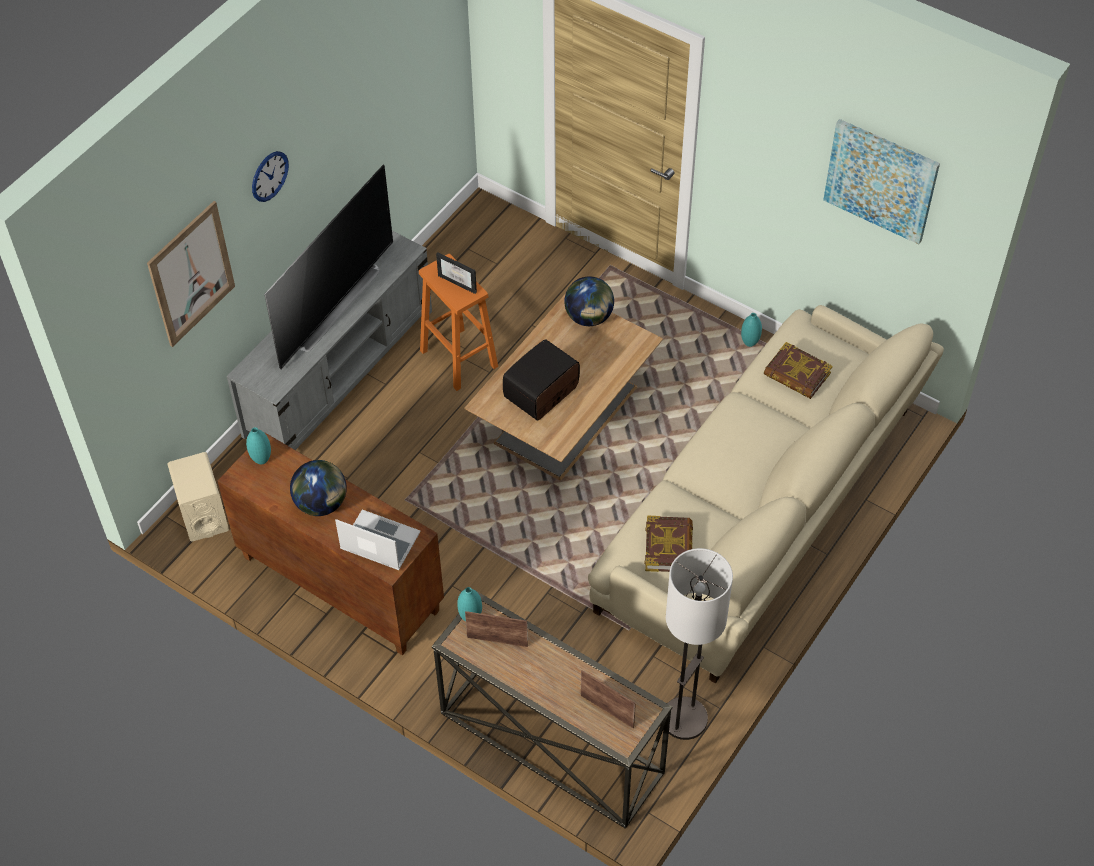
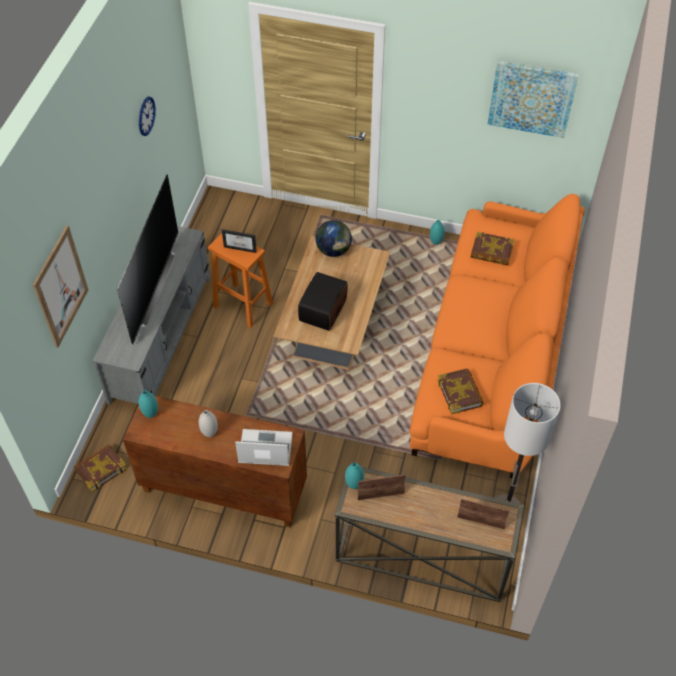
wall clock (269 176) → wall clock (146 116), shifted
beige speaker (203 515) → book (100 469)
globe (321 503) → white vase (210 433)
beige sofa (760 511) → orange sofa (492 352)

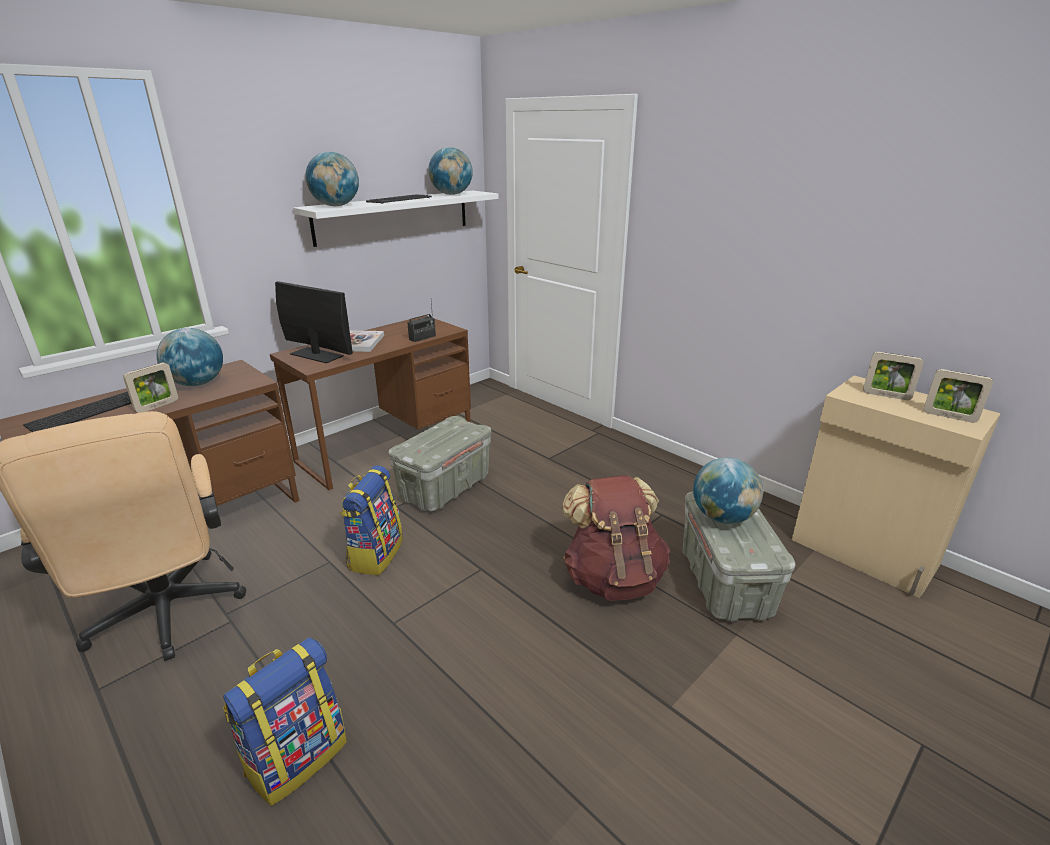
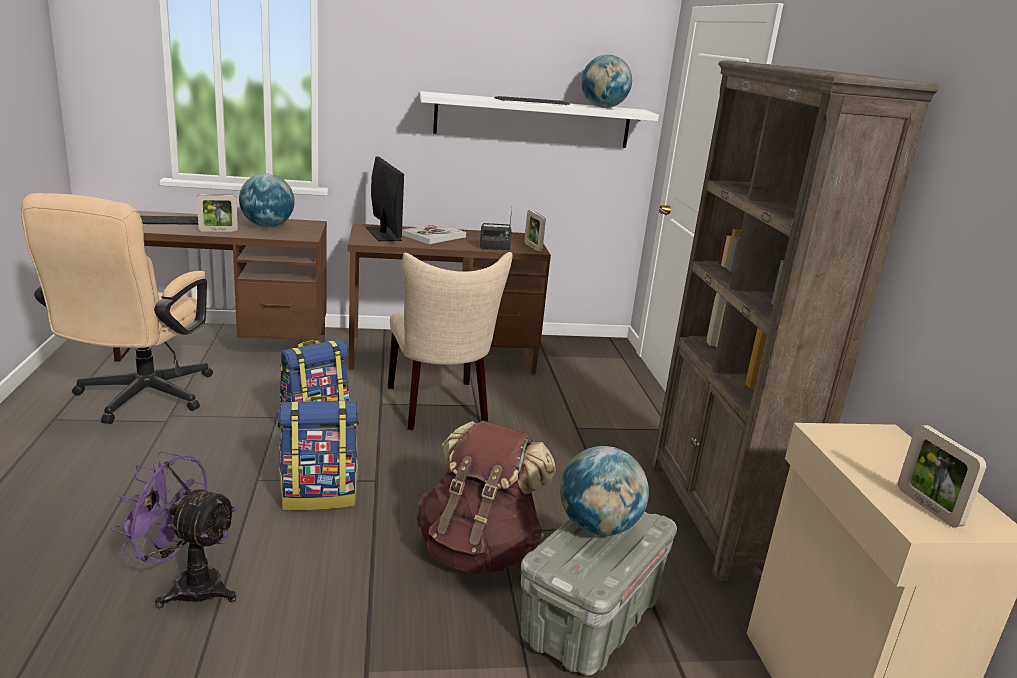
globe (336 206) → -
- → purple fan (187 585)
- → brown bookcase (715 517)
backpack (297 756) → backpack (319 496), shifted
picture frame (886 396) → picture frame (533 247), shifted
grey storage box (444 488) → beige chair (440 408)

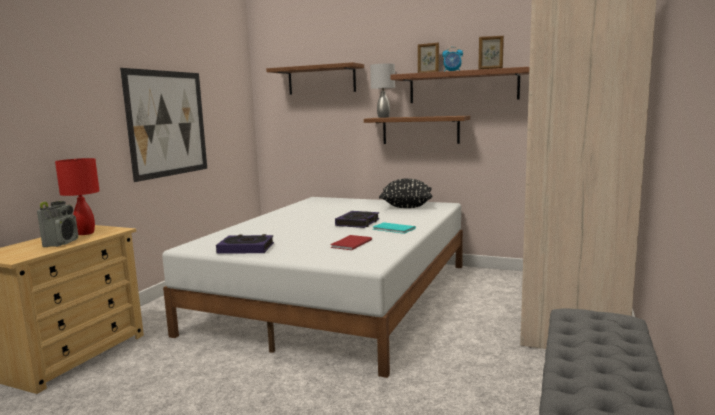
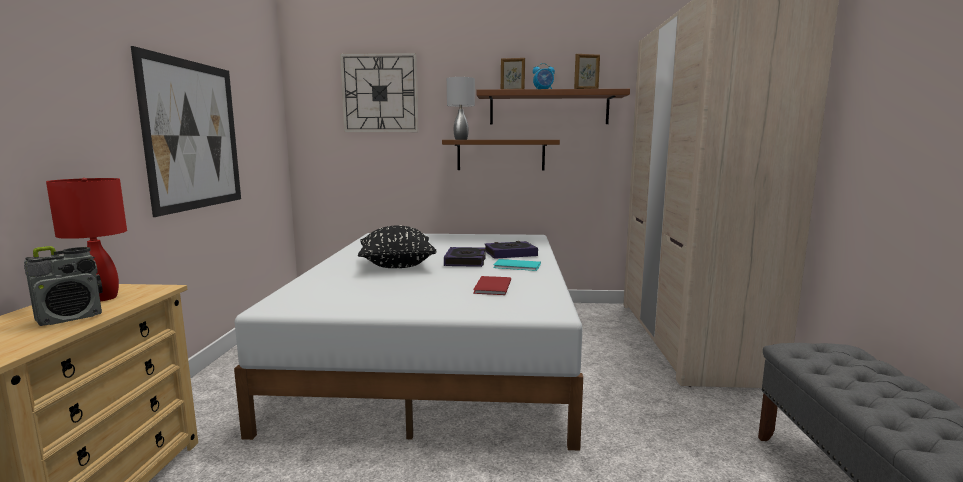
book (246 248) → book (510 254), shifted
black pillow (406 206) → black pillow (397 265), shifted
brown shelf (321 80) → wall clock (380 93)
radio (61 243) → radio (71 318), 60 degrees clockwise

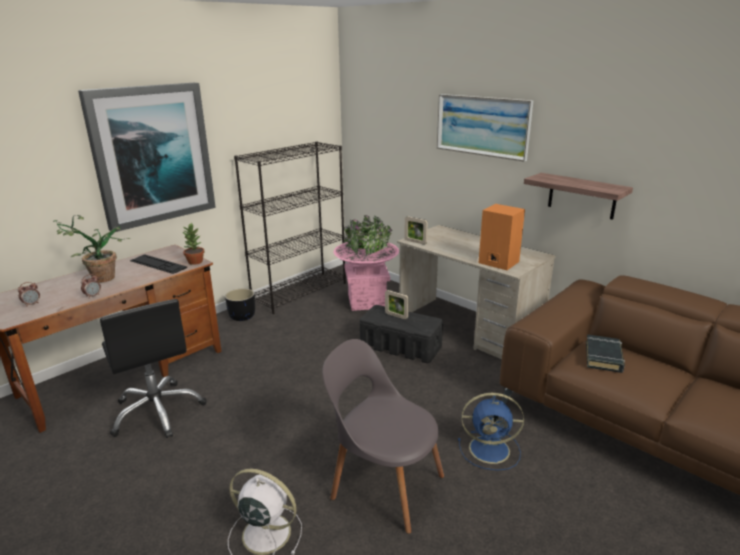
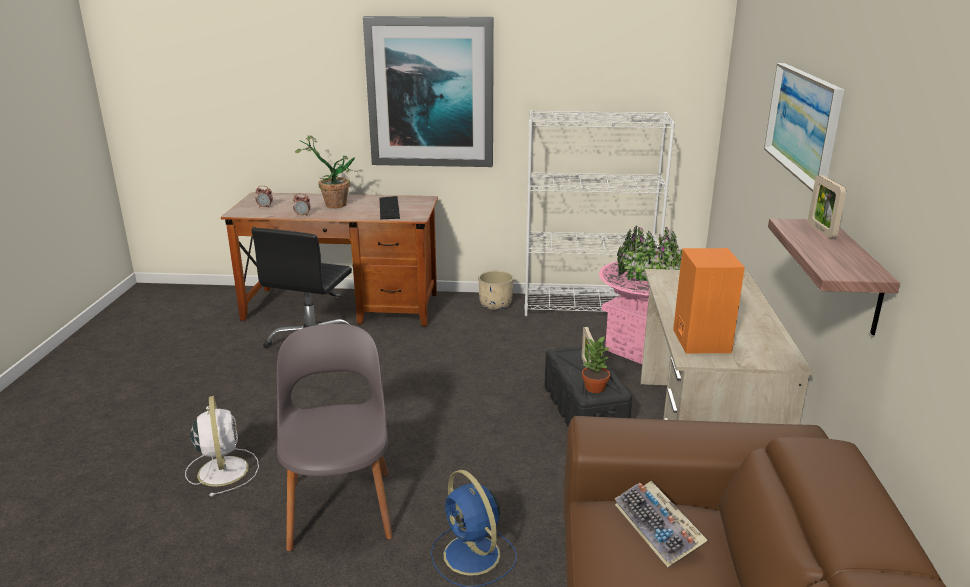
potted plant (195 262) → potted plant (594 388), shifted
picture frame (415 242) → picture frame (821 230), shifted
black book (603 357) → keyboard (659 529)
black planter (242 317) → beige planter (495 305)
black bookcase (300 292) → white bookcase (588 307)

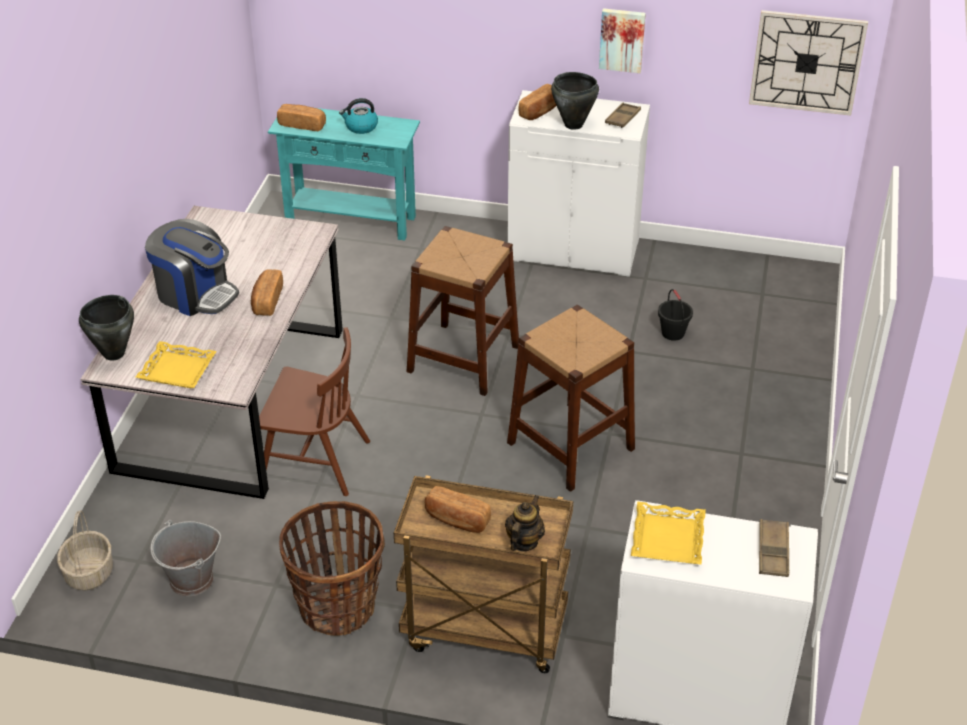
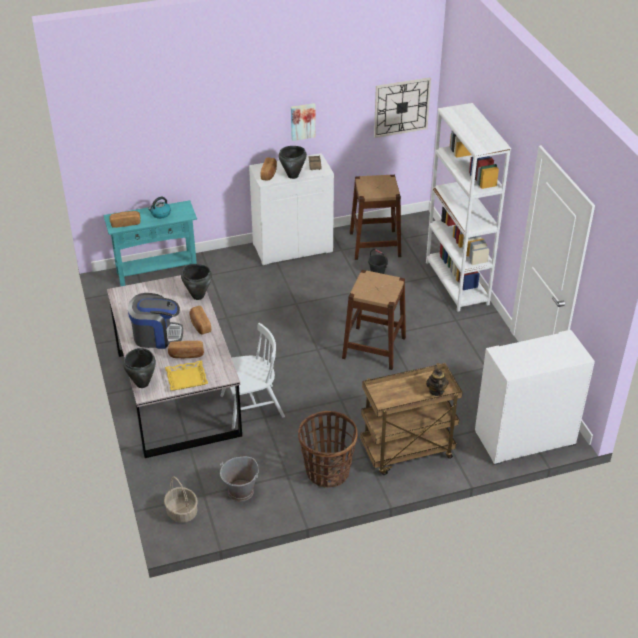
yellow tray (667 539) → -
brown tray (773 551) → -
- → black cooking pot (198 296)
- → white bookcase (457 283)
brown stool (463 358) → brown stool (375 244), shifted
bread (456 520) → bread (186 355), shifted
brown chair (314 461) → white chair (252 406)

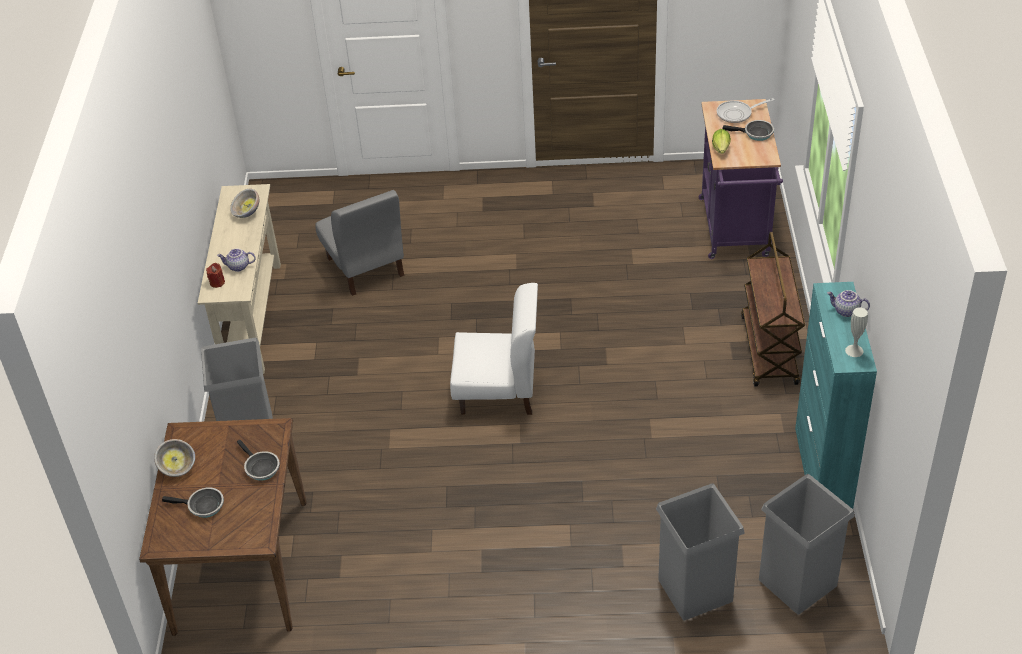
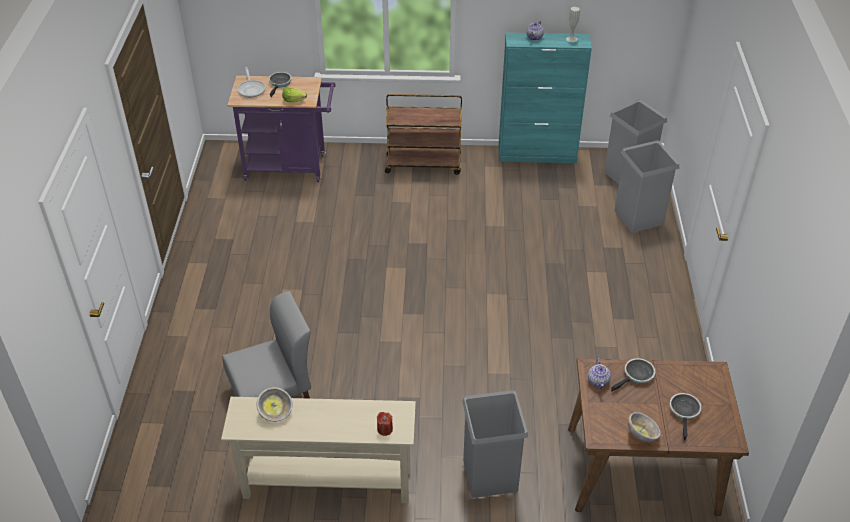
white chair (498 392) → -
teapot (238 267) → teapot (598 381), shifted

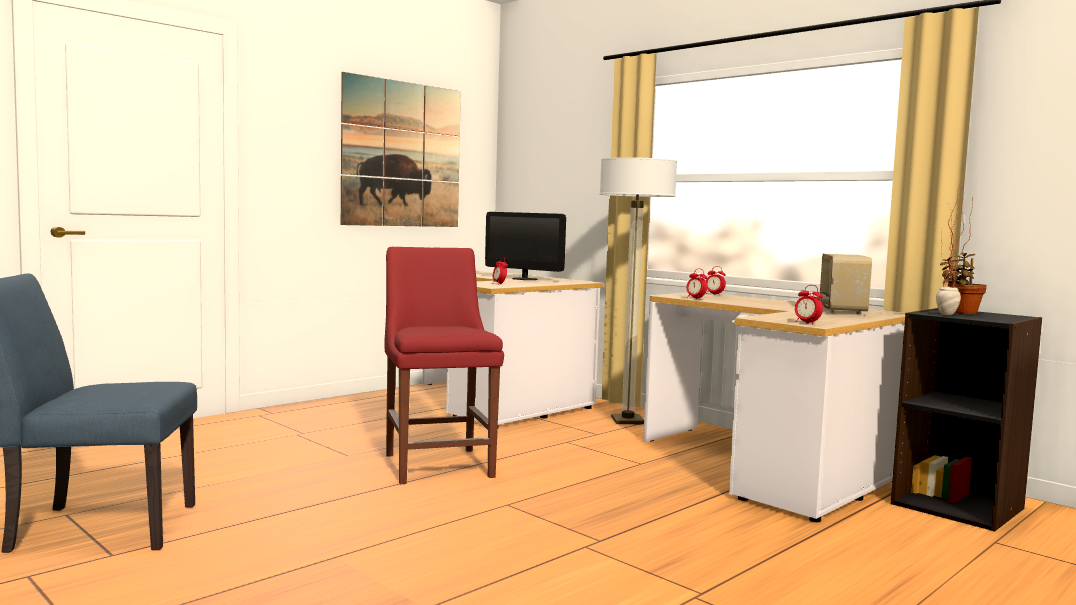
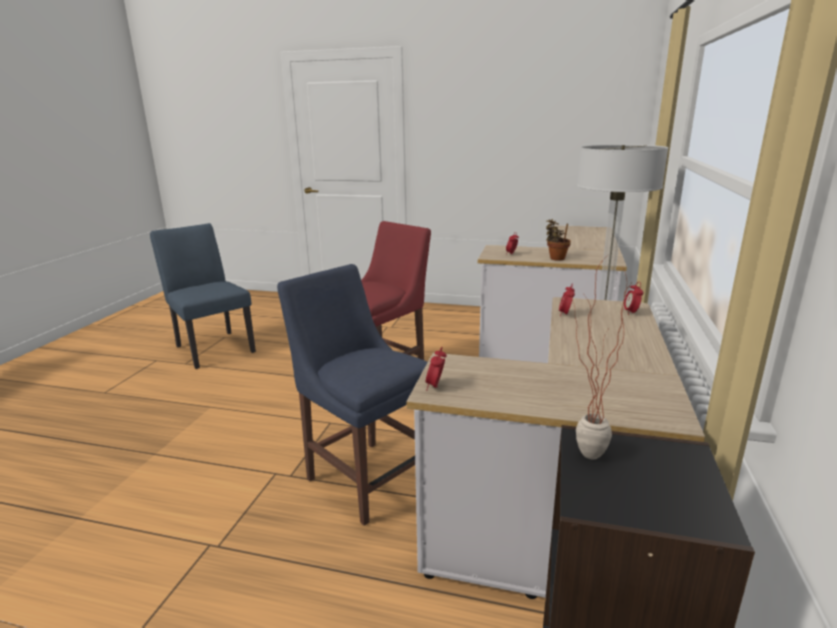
picture (402 154) → -
monitor (524 279) → -
radio (840 310) → -
- → blue chair (365 476)
potted plant (962 312) → potted plant (556 258), shifted

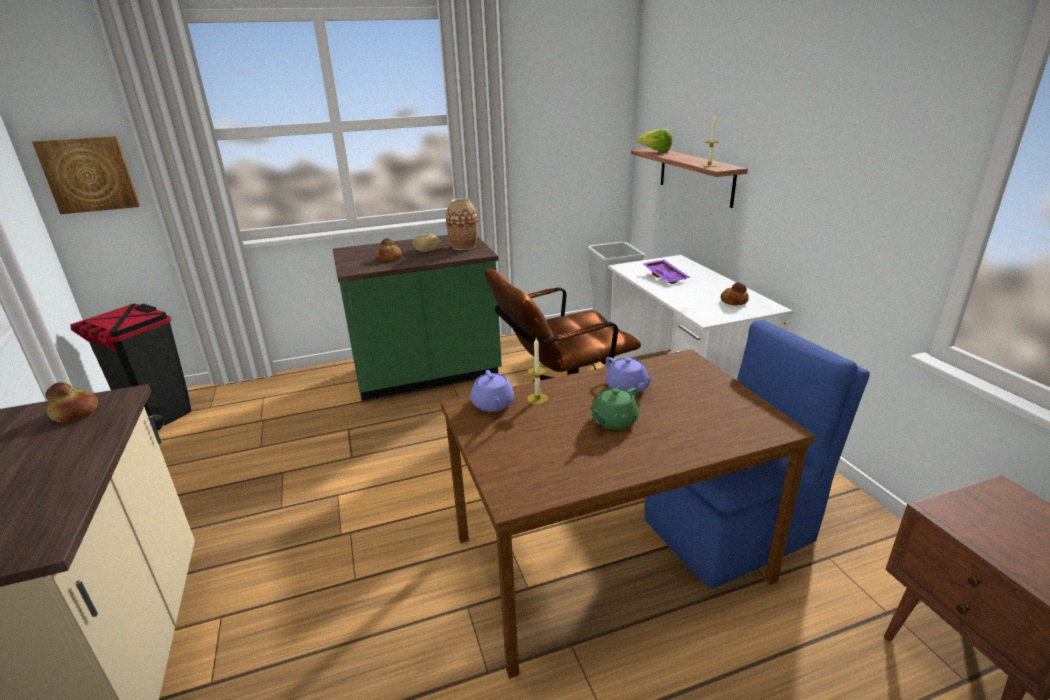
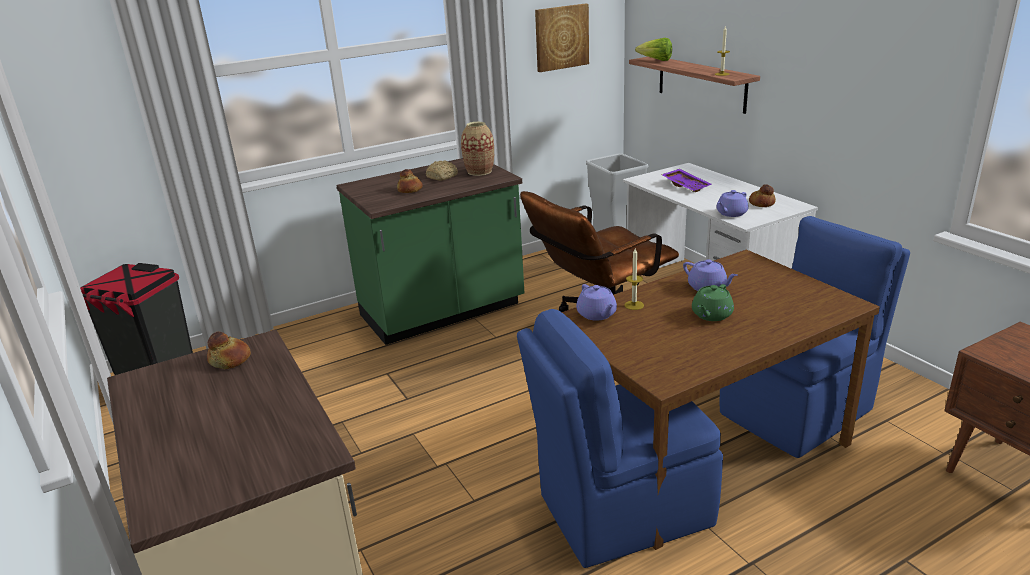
- → blue chair (620 511)
- → purple teapot (731 213)
picture (89 174) → picture (561 37), shifted

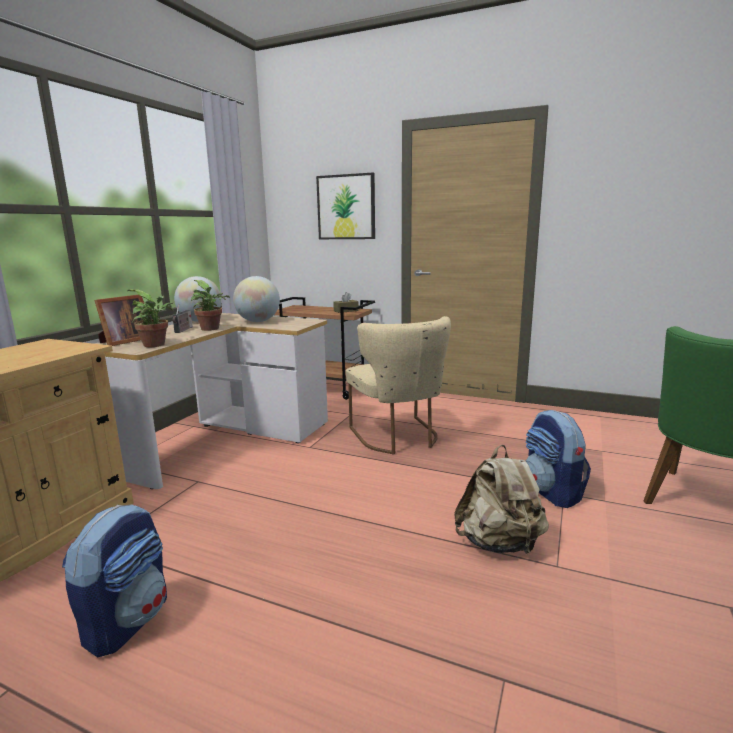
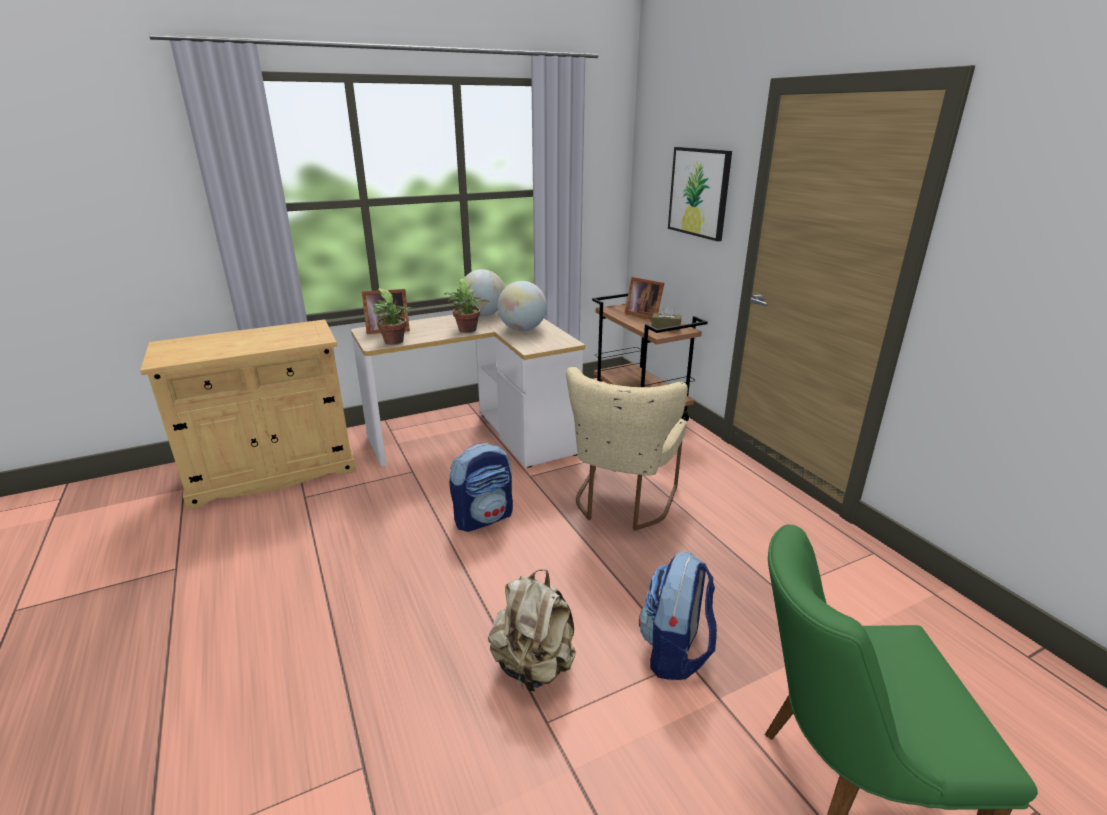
radio (183 330) → -
- → picture frame (643 314)
backpack (127 620) → backpack (484 518), shifted

